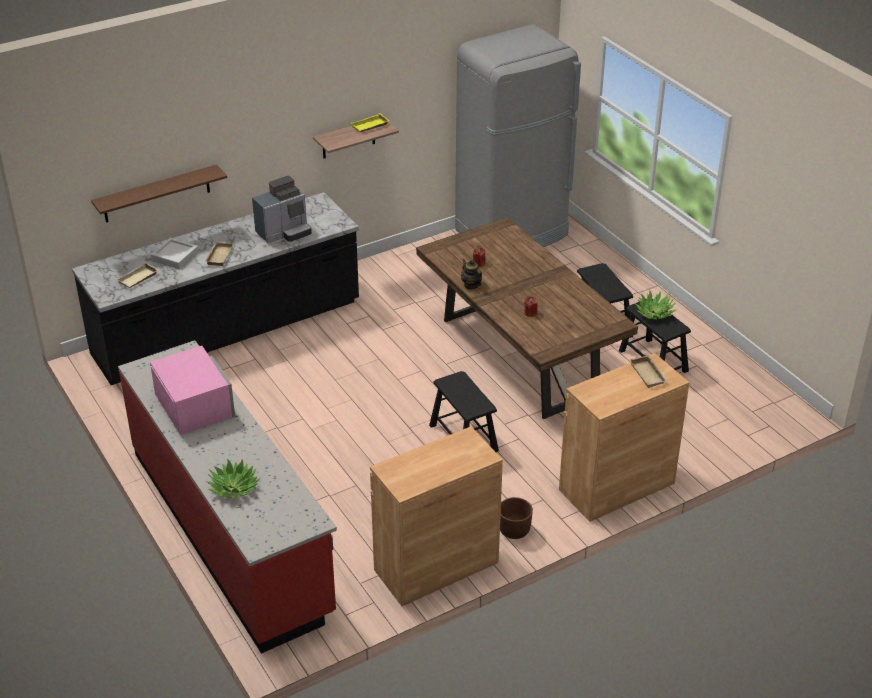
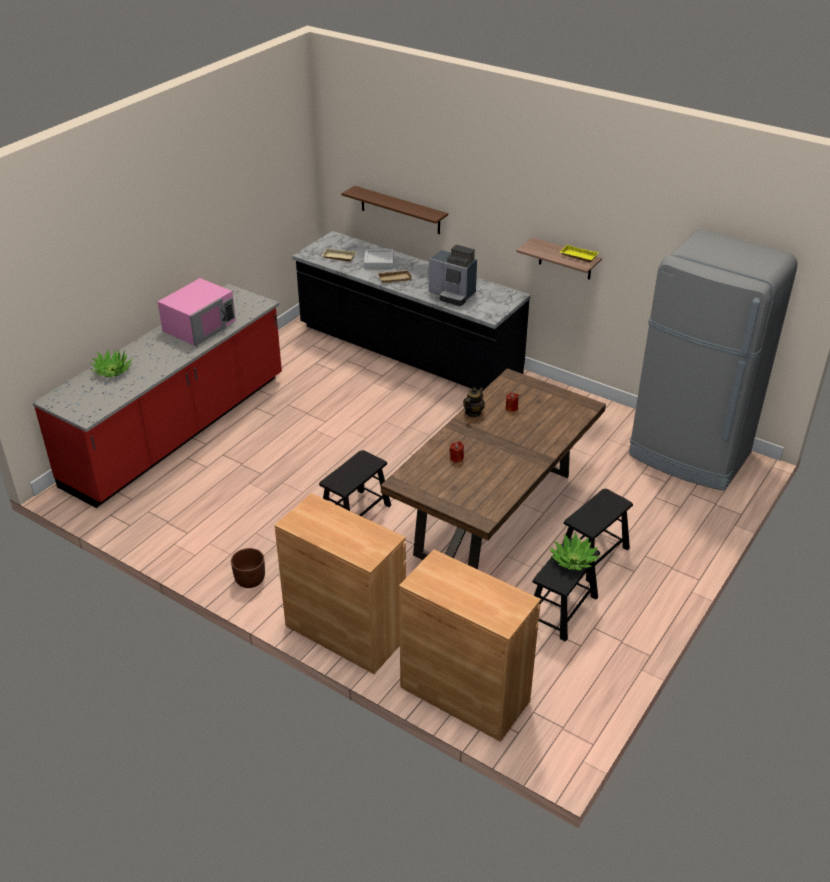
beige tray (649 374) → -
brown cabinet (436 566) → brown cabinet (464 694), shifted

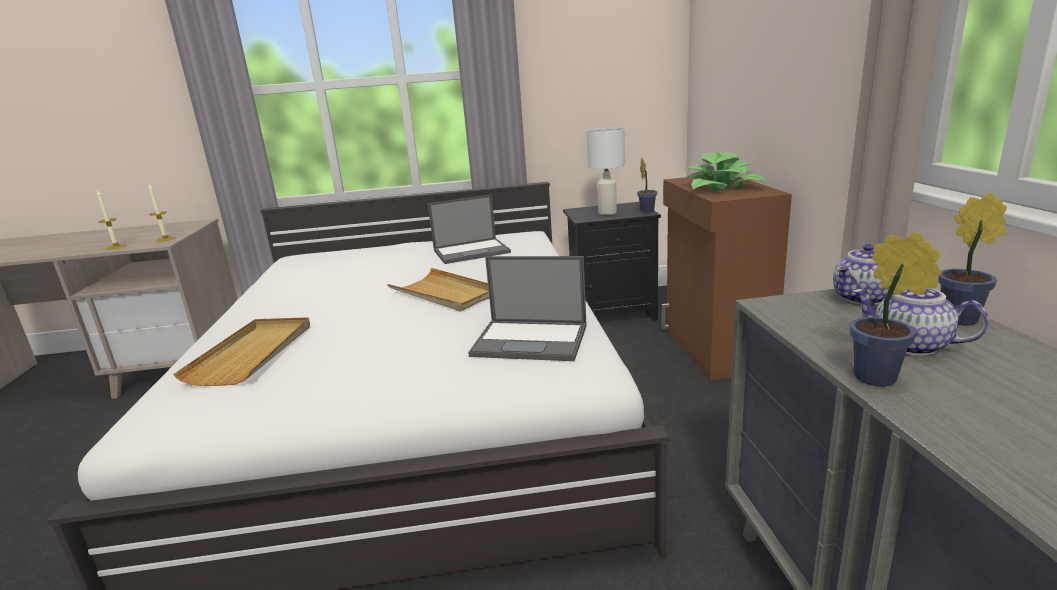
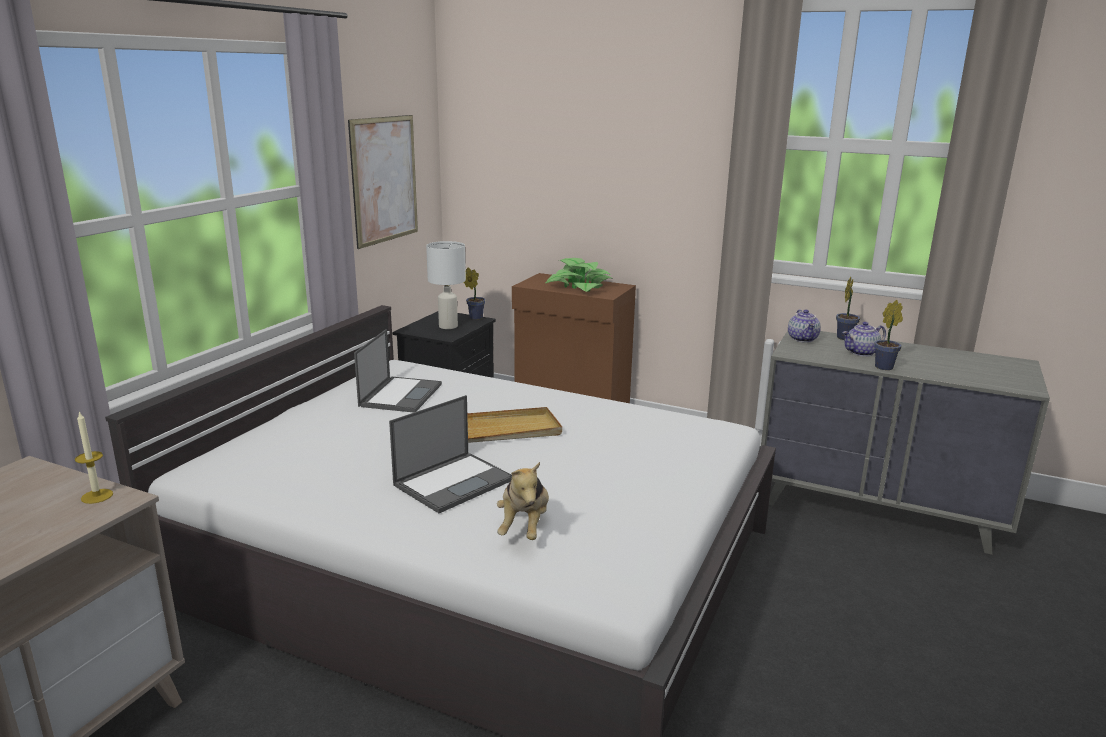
candle (116 247) → -
- → picture (384 180)
laptop (532 340) → laptop (454 482), shifted
beige tray (253 353) → plush toy (524 527)

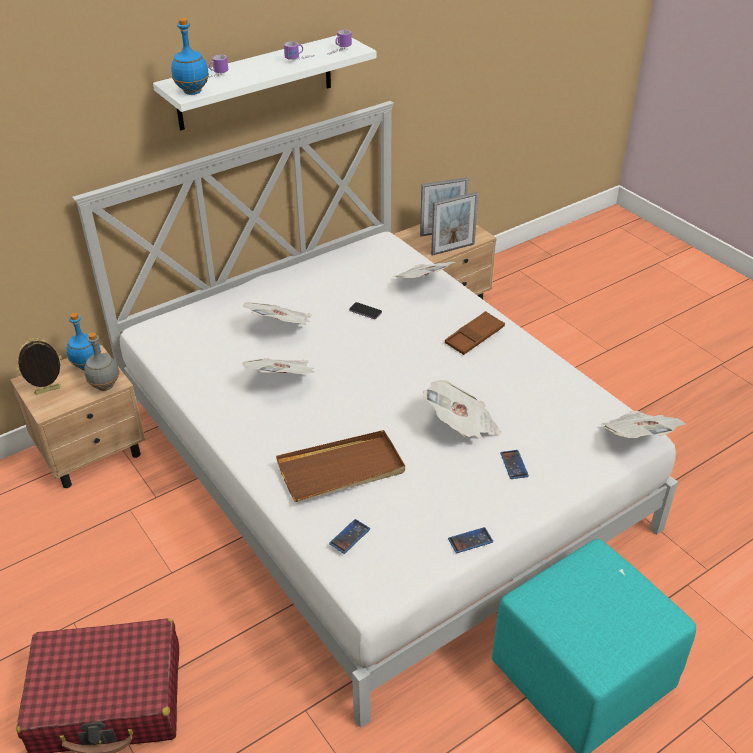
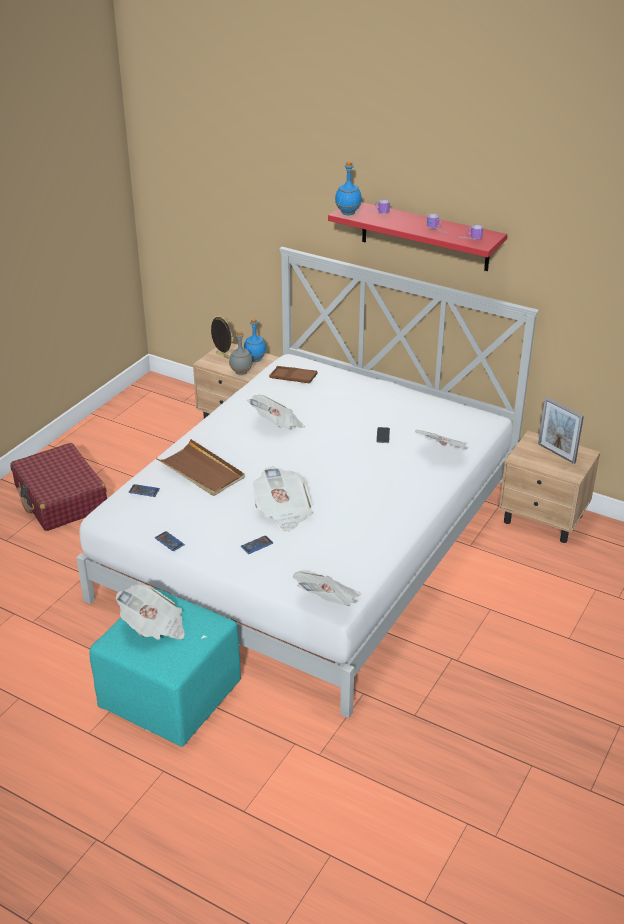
picture frame (453 249) → -
newspaper (281 327) → newspaper (154 627), shifted
brown tray (474 337) → brown tray (293 378), shifted
white shelf (255 82) → red shelf (425 236)

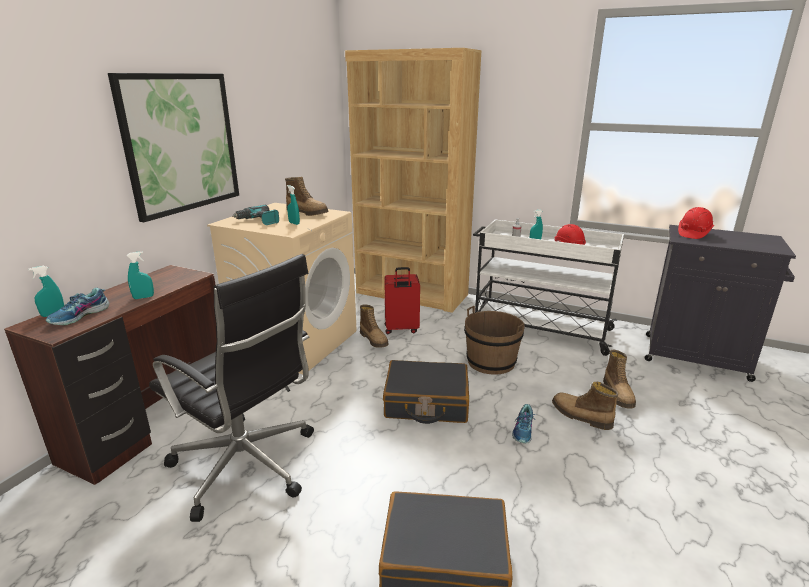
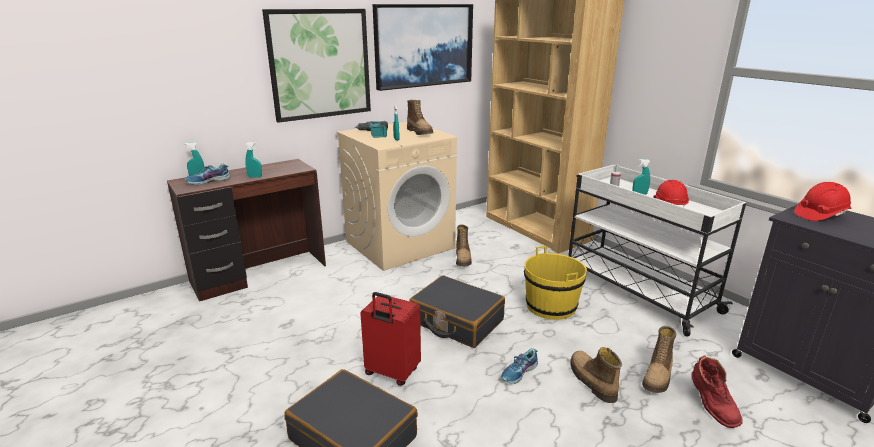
black office chair (247 466) → -
- → picture (424 45)
- → red boot (710 407)
red suitcase (401 329) → red suitcase (391 373), shifted
brown bucket (491 362) → yellow bucket (551 306)

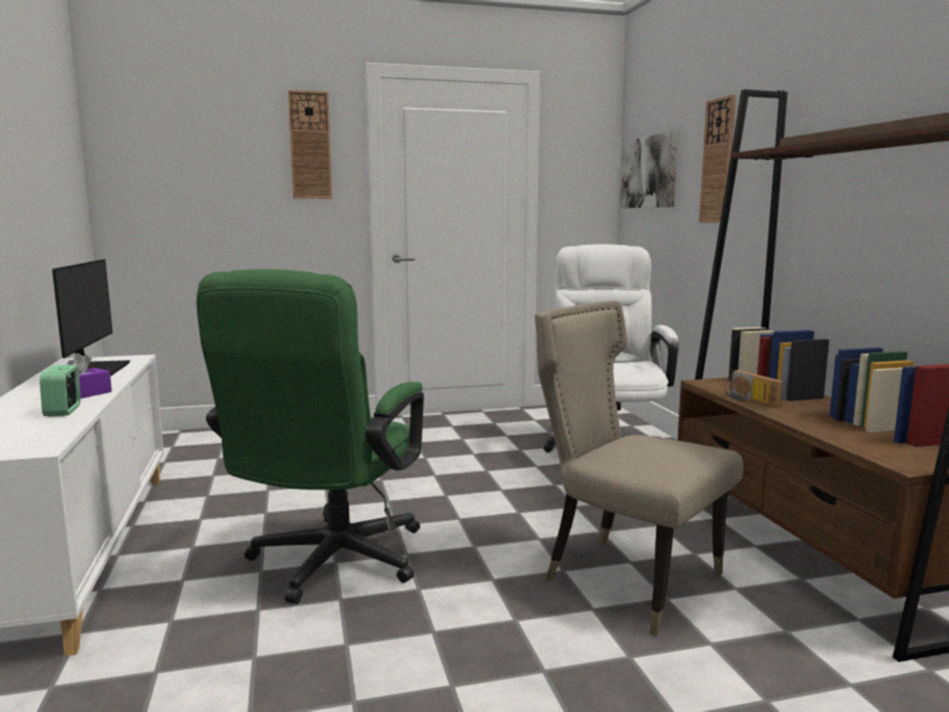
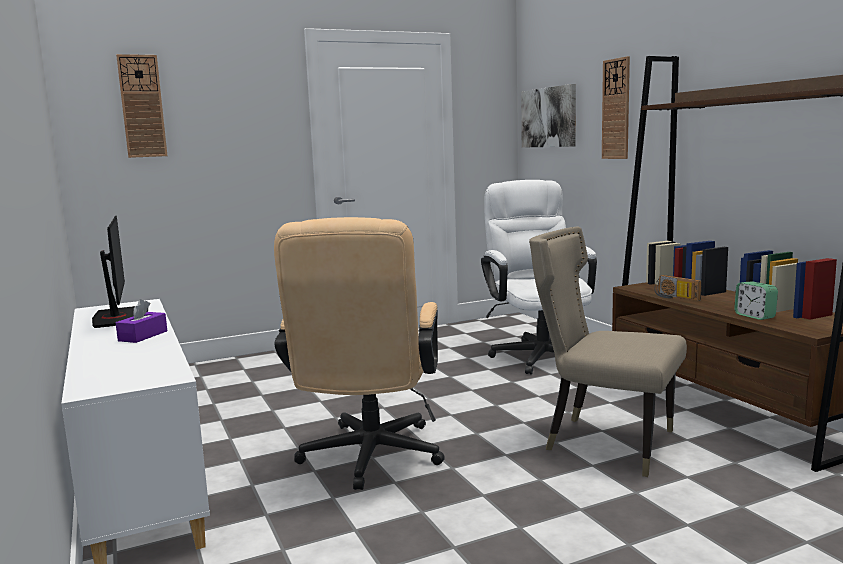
alarm clock (63 411) → alarm clock (754 316), shifted
wall clock (310 145) → wall clock (142 106), shifted
green office chair (329 565) → beige office chair (368 460)

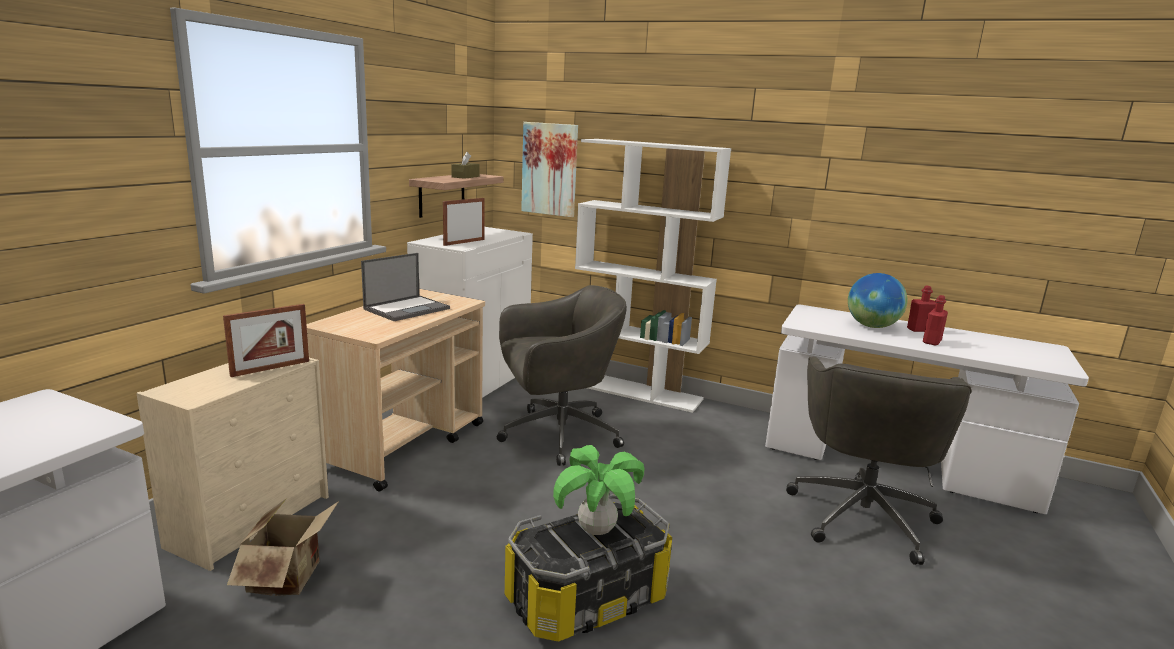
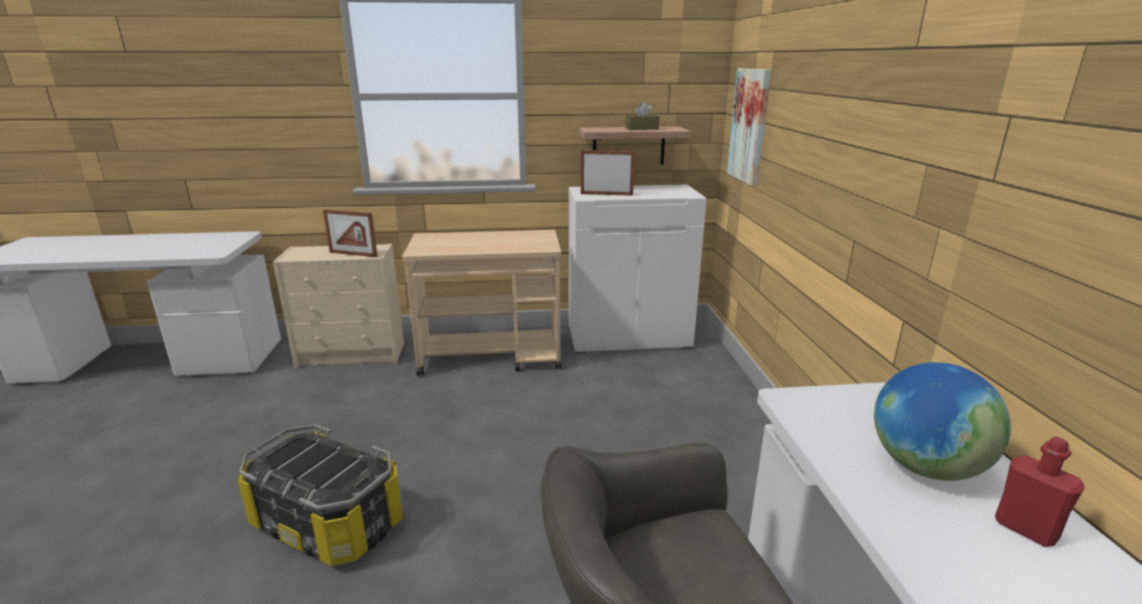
cardboard box (291 577) → -
laptop (407 309) → -
grey office chair (556 435) → -
potted plant (596 530) → -
white bookcase (636 391) → -
red bottle (931 342) → -

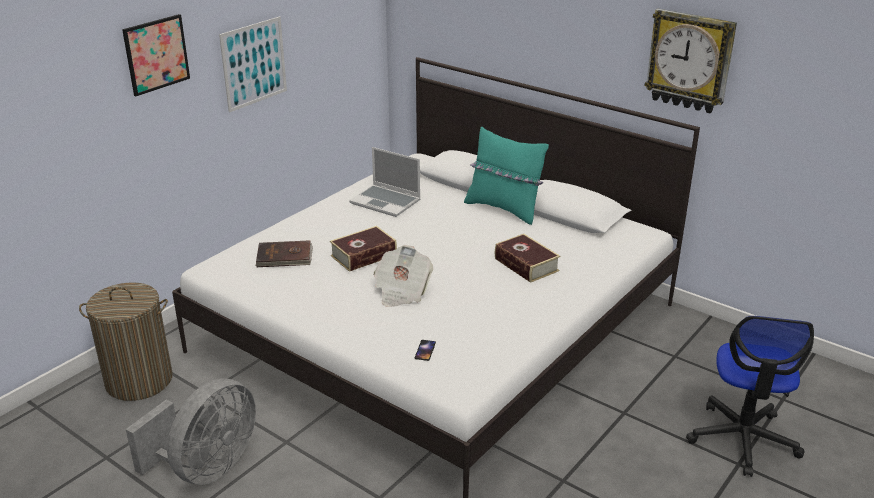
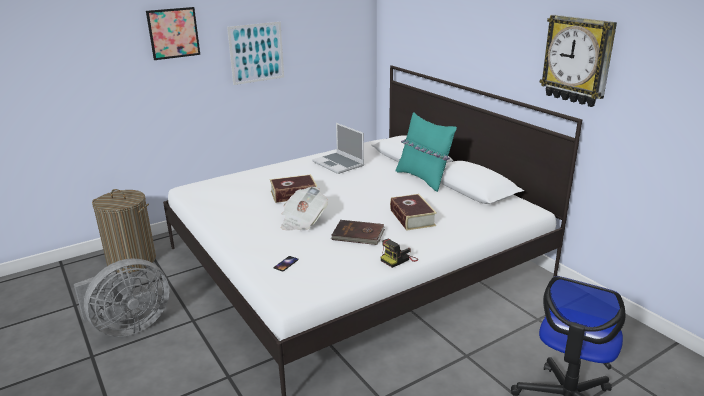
- → photo camera (398 259)
brown book (284 257) → brown book (358 235), shifted

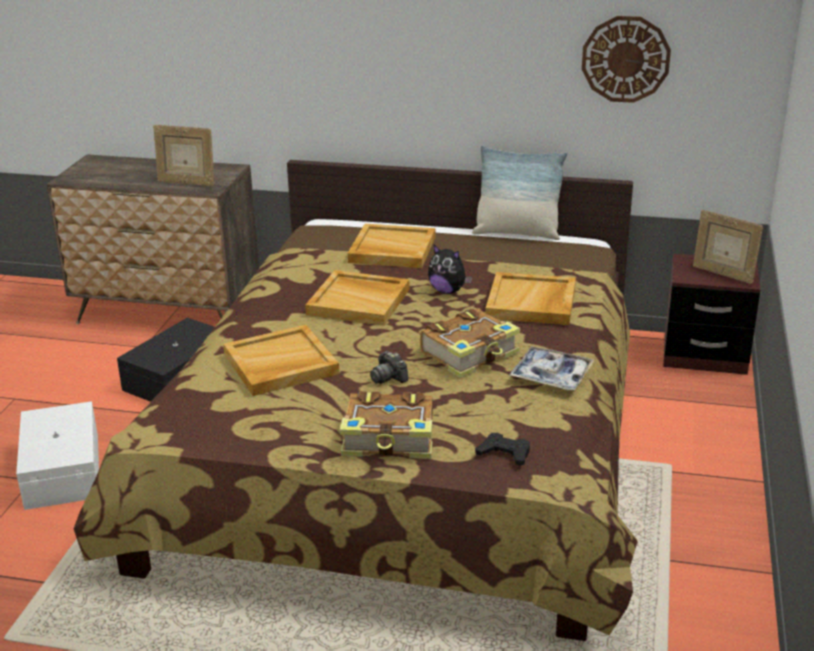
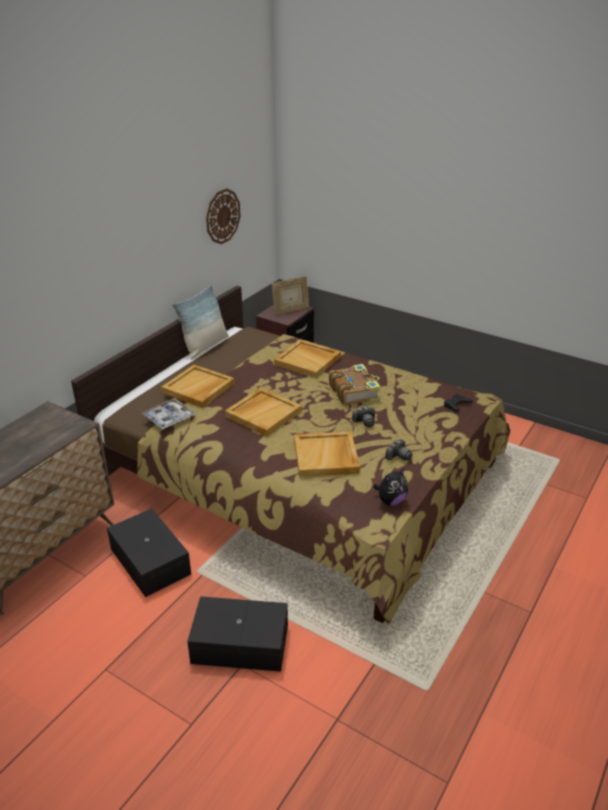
picture frame (187 183) → -
book (390 439) → -
- → photo camera (398 456)
plush toy (448 291) → plush toy (391 501), shifted
tray (551 376) → tray (169 418), shifted
white storage box (64 469) → black storage box (239 642)

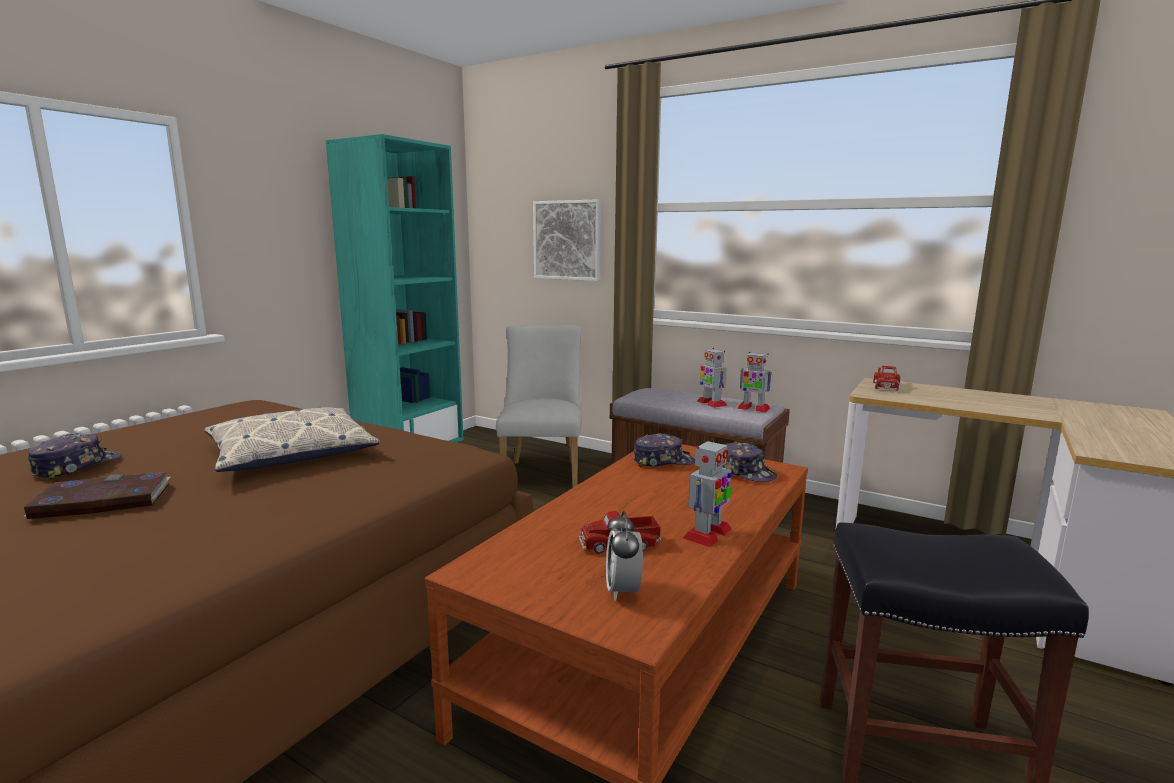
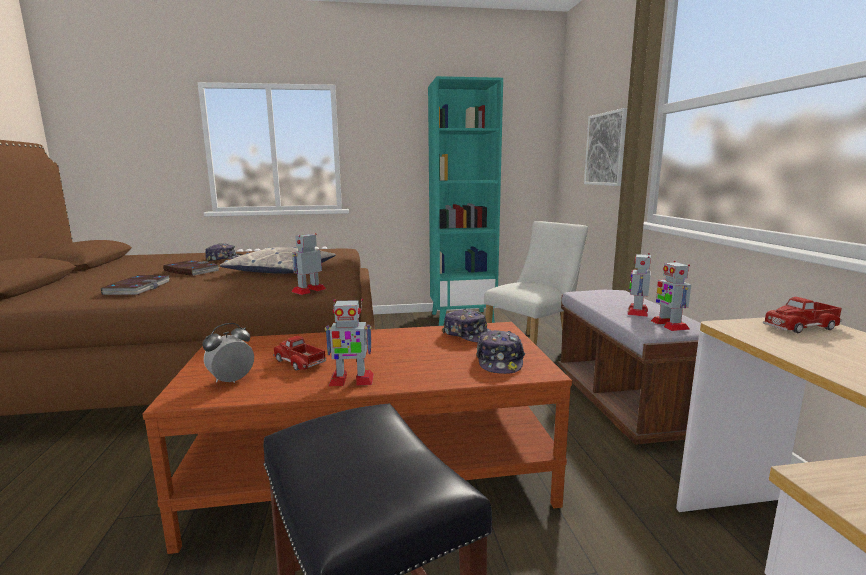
- → book (138 288)
- → toy robot (309 290)

